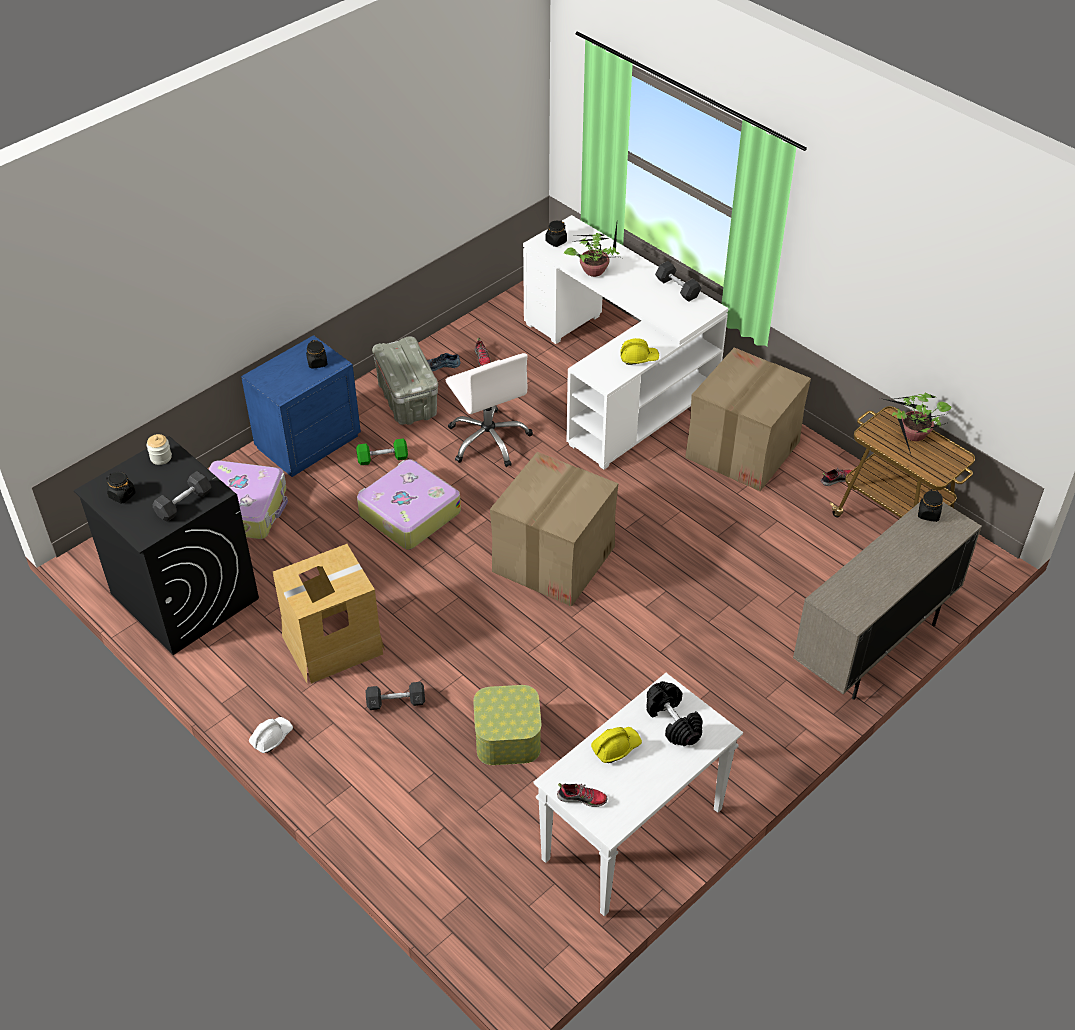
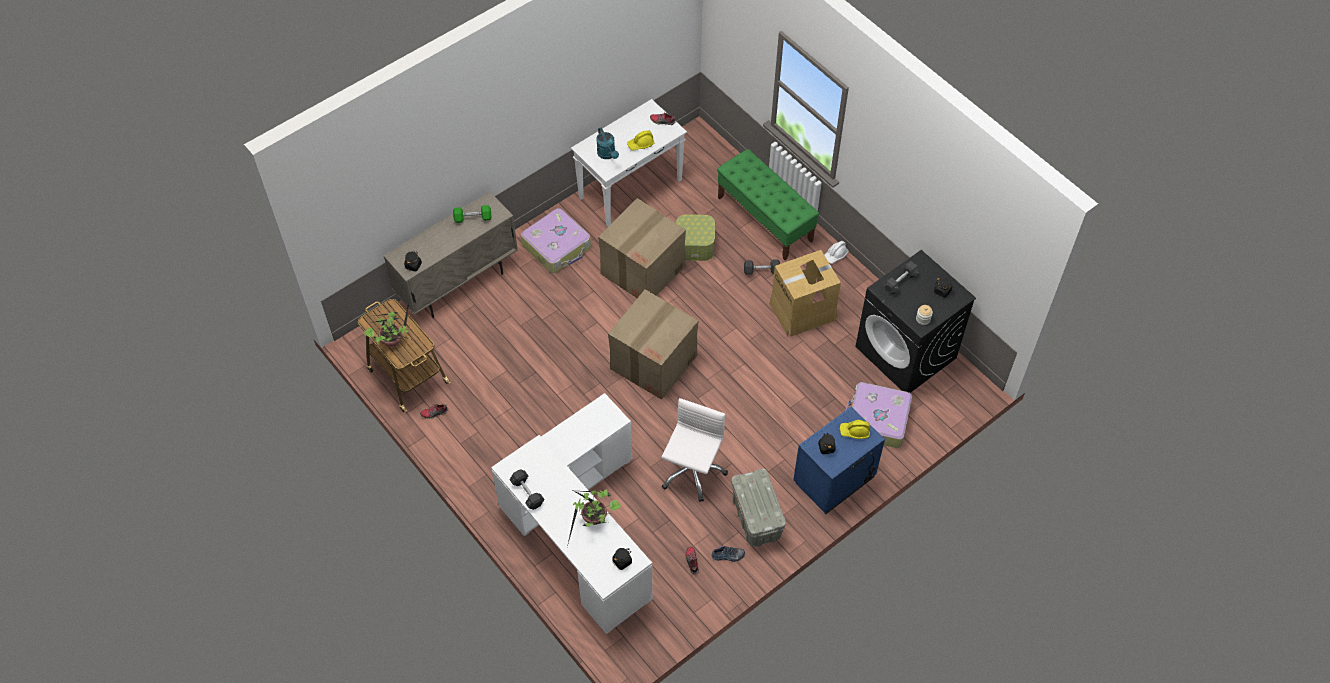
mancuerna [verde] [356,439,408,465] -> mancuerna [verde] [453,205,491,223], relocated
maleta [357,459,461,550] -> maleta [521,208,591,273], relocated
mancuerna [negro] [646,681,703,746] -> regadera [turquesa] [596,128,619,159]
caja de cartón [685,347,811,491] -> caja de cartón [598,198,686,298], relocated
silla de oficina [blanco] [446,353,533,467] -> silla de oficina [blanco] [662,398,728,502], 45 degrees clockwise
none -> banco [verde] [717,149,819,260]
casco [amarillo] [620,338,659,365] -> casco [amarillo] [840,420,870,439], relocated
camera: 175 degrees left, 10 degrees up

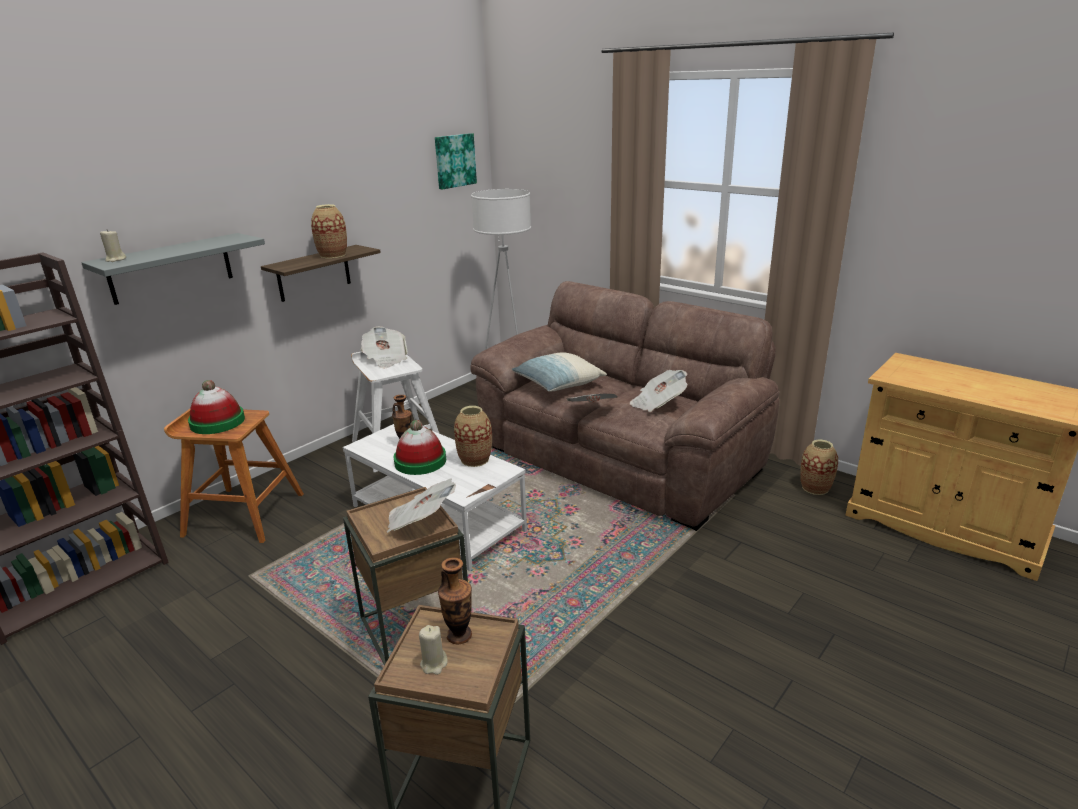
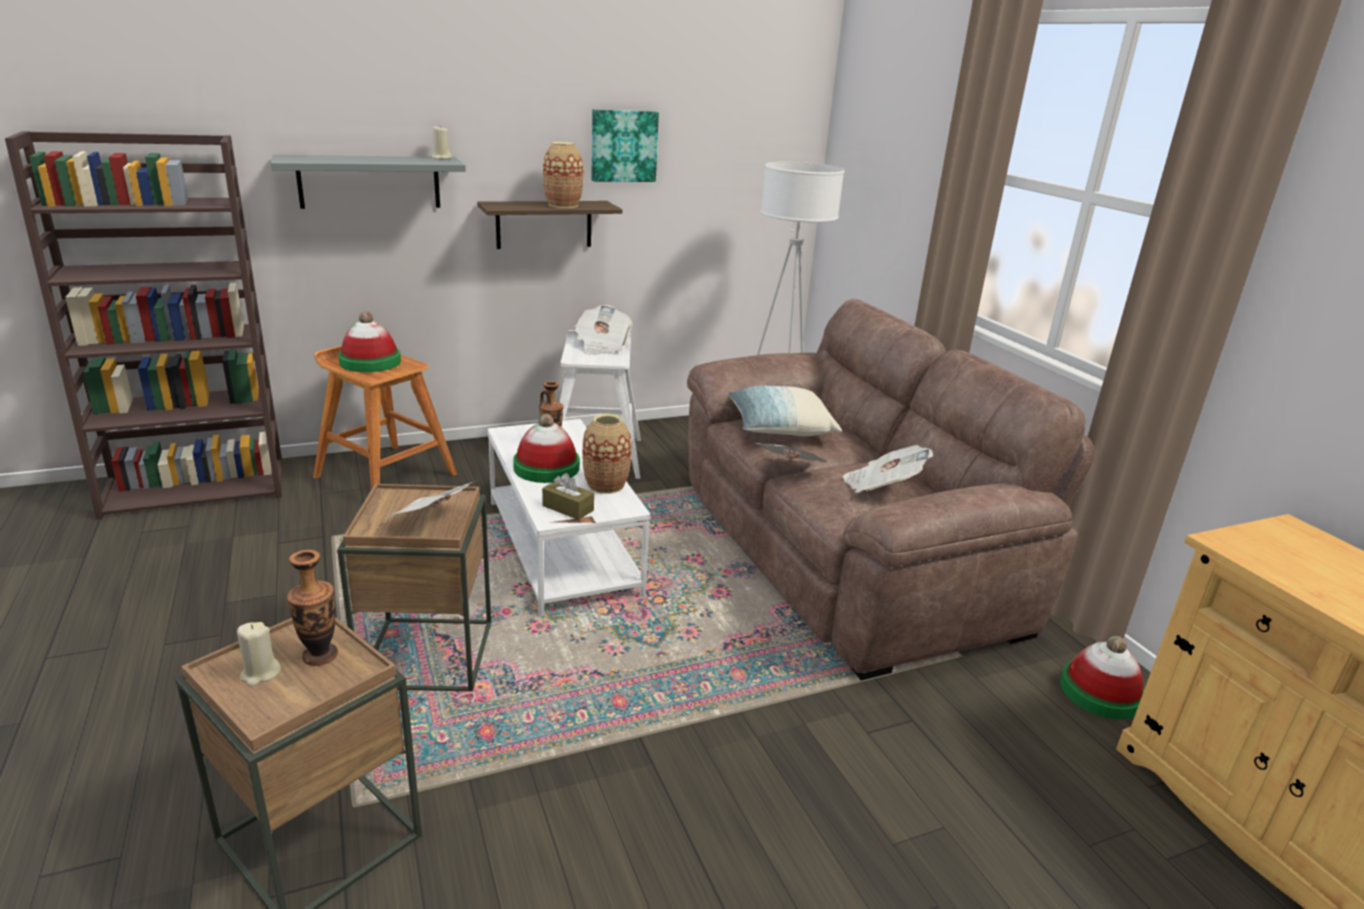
vela [beis] [100,229,126,262] -> vela [beis] [432,126,452,159], relocated
none -> caja de pañuelos [marrón] [542,473,594,520]
cuadro [435,133,477,189] -> cuadro [591,109,659,182], relocated
florero [800,440,838,495] -> sombrero [1060,636,1144,720]
camera: 25 degrees right, 0 degrees up

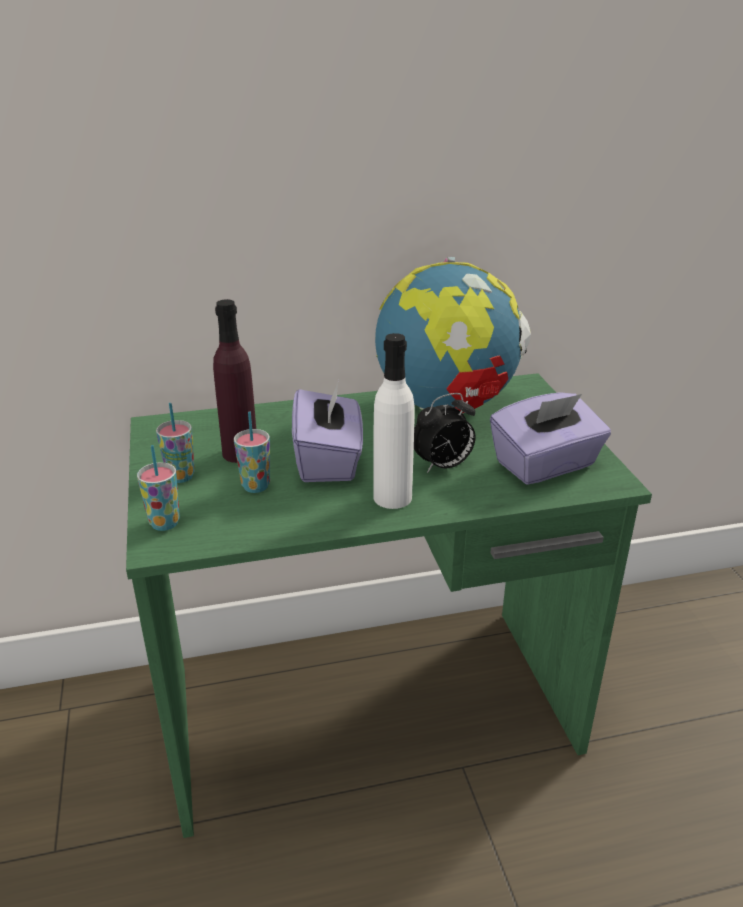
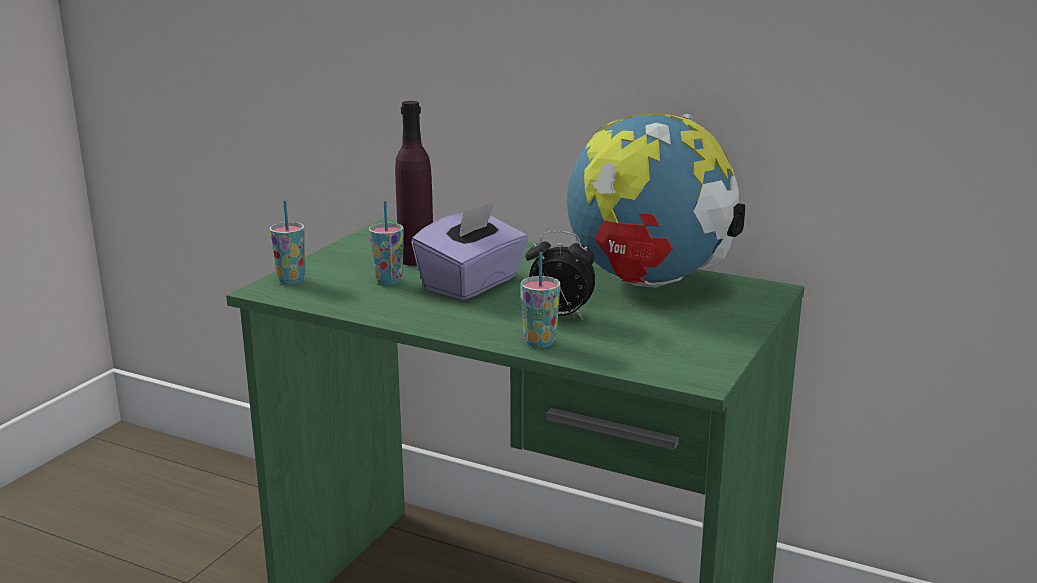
taza [156,403,195,483] -> taza [521,252,560,348], relocated
botella [blanco] [373,333,414,509] -> none
caja de pañuelos [morado] [490,392,611,485] -> none
camera: 40 degrees right, 10 degrees down

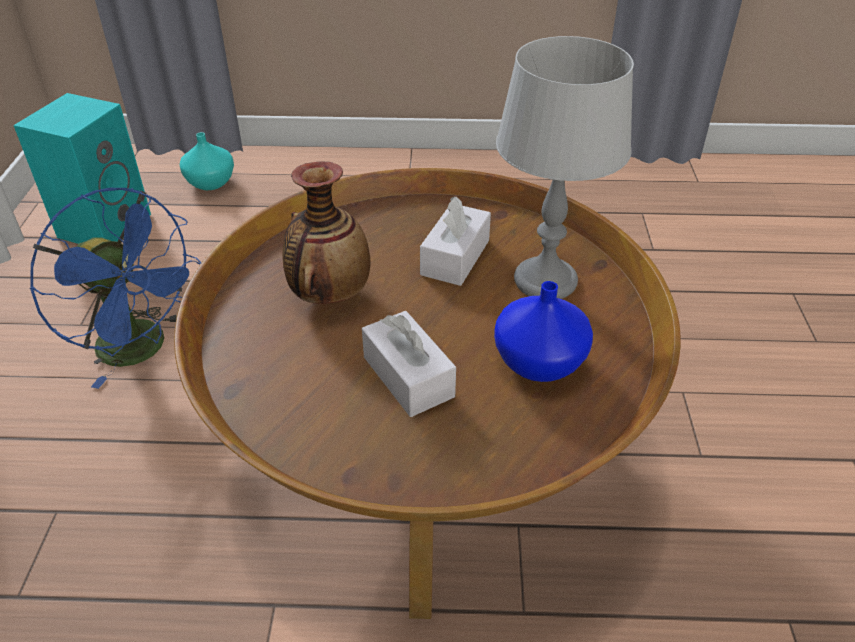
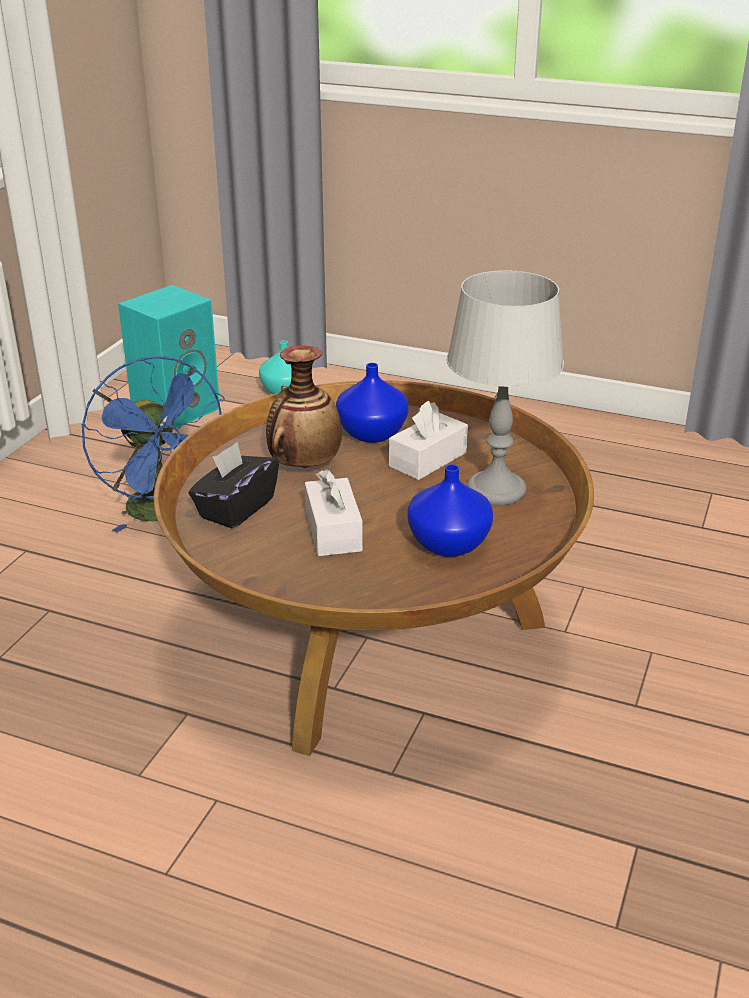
none -> caja de pañuelos [negro] [189,442,279,528]
none -> florero [azul] [336,363,409,443]
camera: 20 degrees right, 10 degrees down

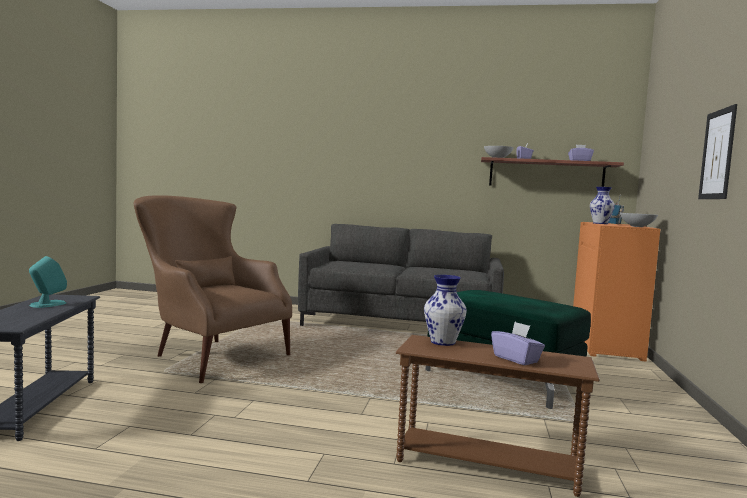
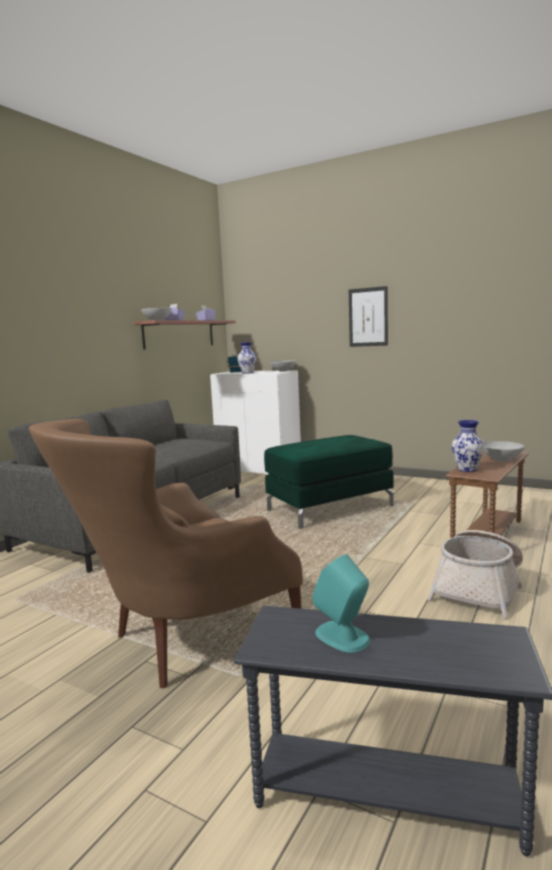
armario [naranja] [573,222,660,362] -> armario [blanco] [210,370,301,474]
none -> cesta [427,530,523,619]
caja de pañuelos [morado] [491,322,545,365] -> cuenco [gris] [484,441,525,462]
camera: 70 degrees left, 5 degrees up

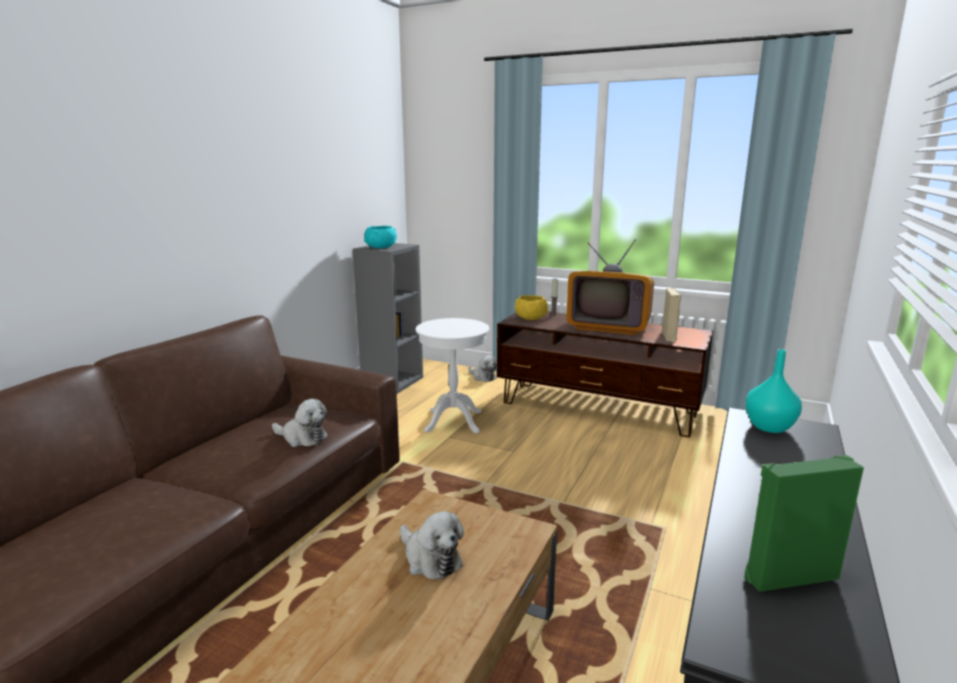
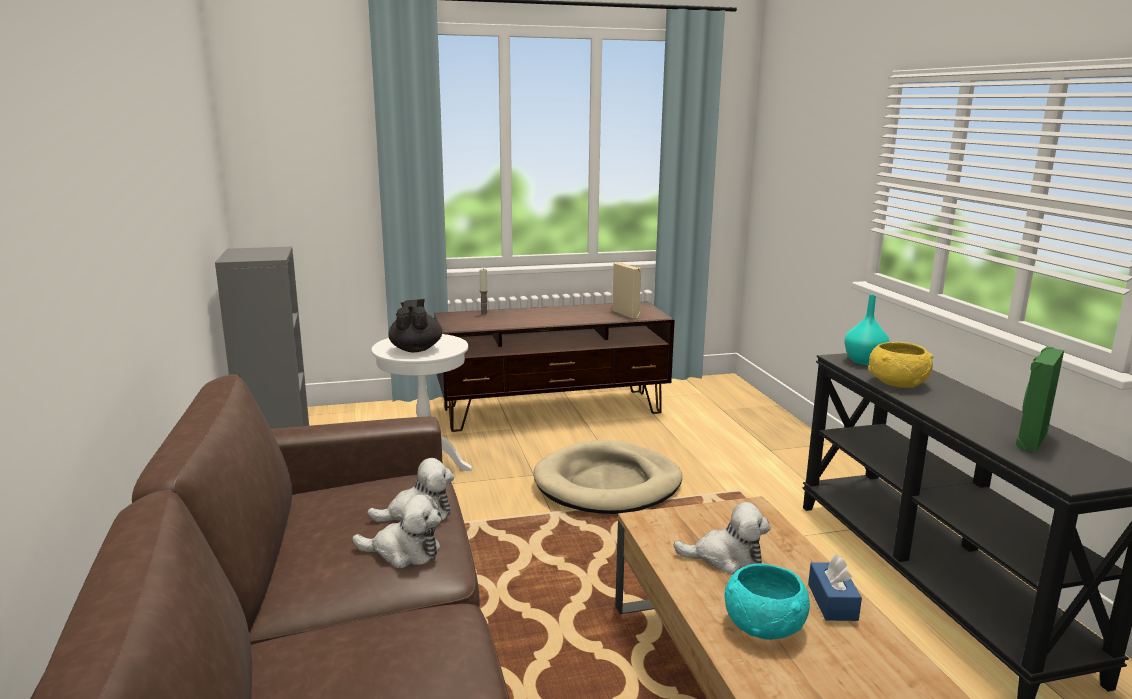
peluche [468,355,497,382] -> peluche [352,494,442,568], relocated
none -> tetera [negro] [388,299,442,352]
none -> cama para perro [beis] [533,440,683,514]
cuenco [turquesa] [364,226,397,248] -> cuenco [turquesa] [724,563,810,640], relocated
none -> caja de pañuelos [azul] [808,554,862,621]
cuenco [amarillo] [515,295,548,320] -> cuenco [amarillo] [868,342,933,388], relocated
televisor [566,239,654,335] -> none
camera: 40 degrees left, 0 degrees up

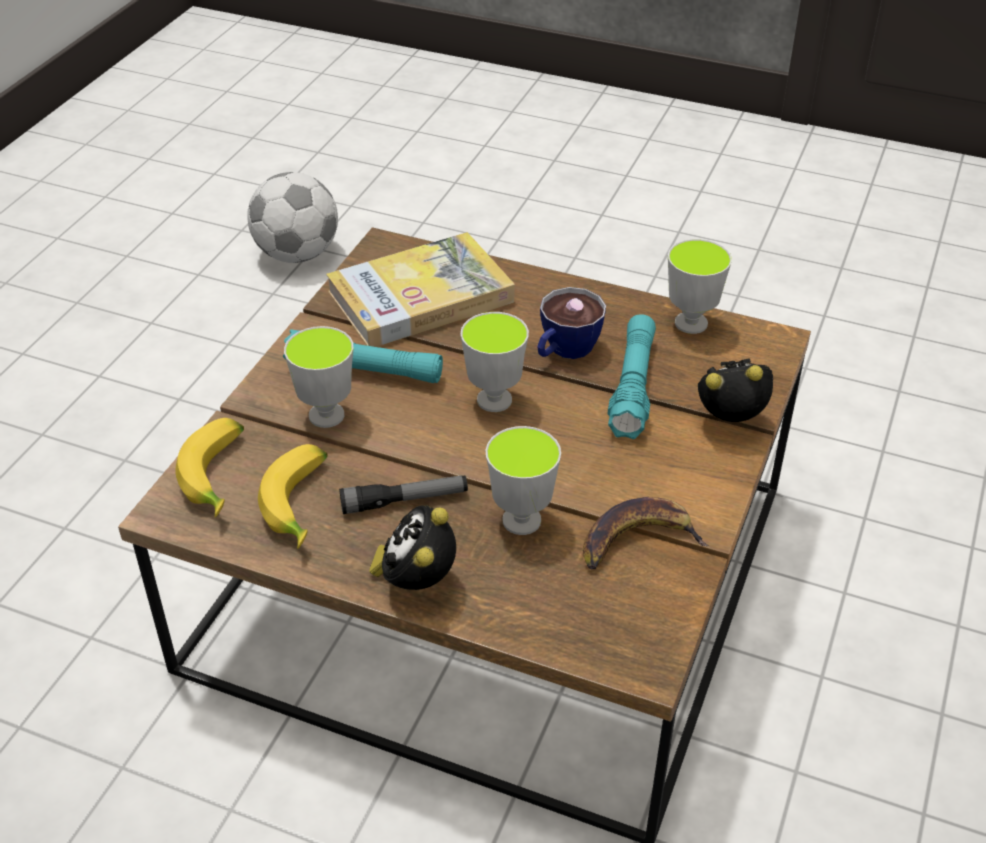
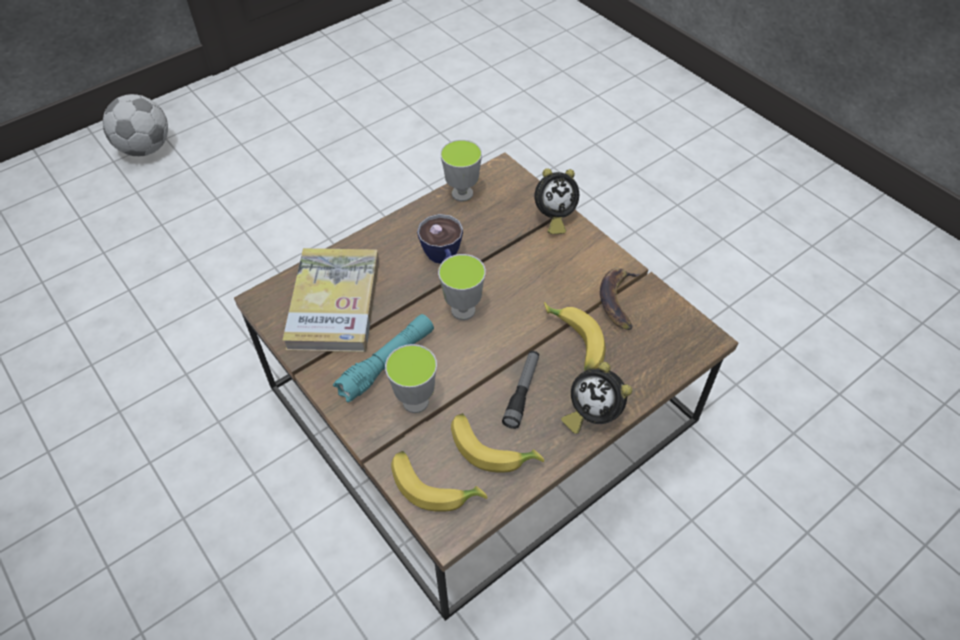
balón de fútbol [247,172,338,263] -> balón de fútbol [103,94,168,156], relocated
despertador [698,358,773,422] -> despertador [534,168,579,234], 135 degrees counterclockwise
taza [486,426,561,535] -> plátano [544,302,606,371]
linterna [turquesa] [608,314,656,439] -> none
camera: 60 degrees left, 10 degrees up

